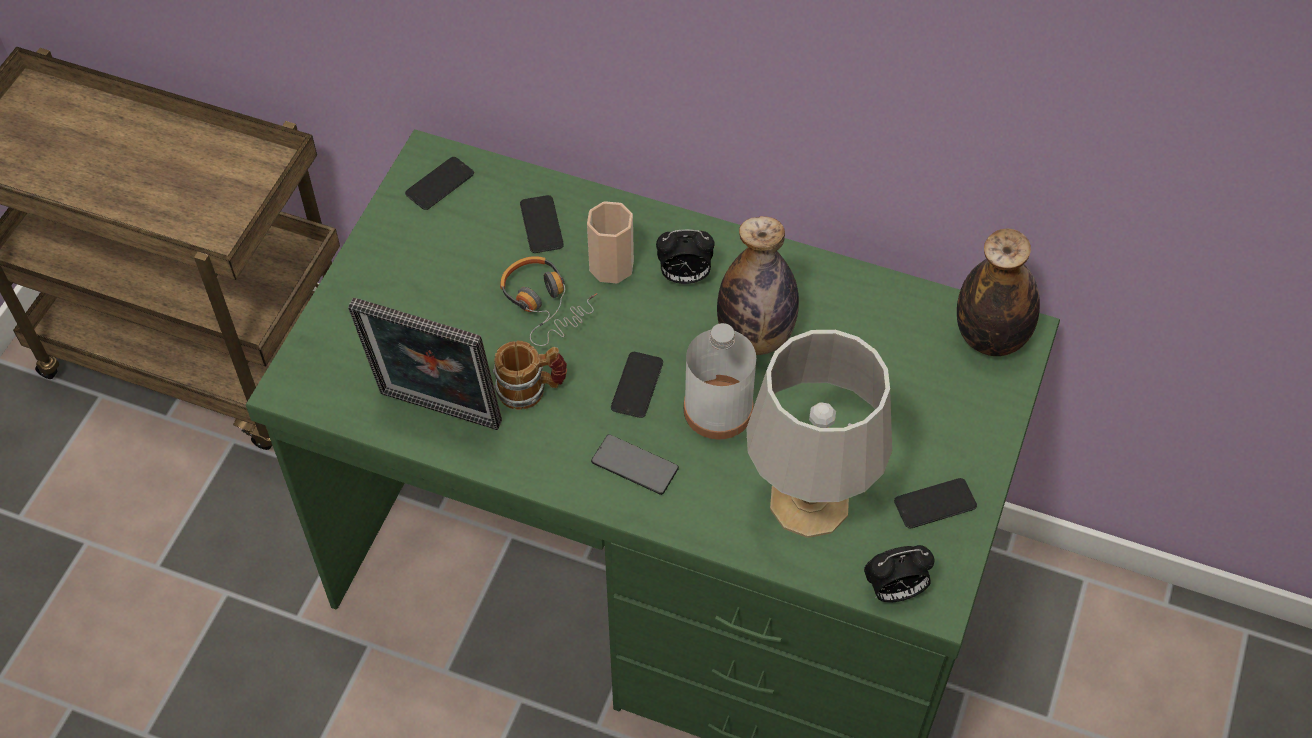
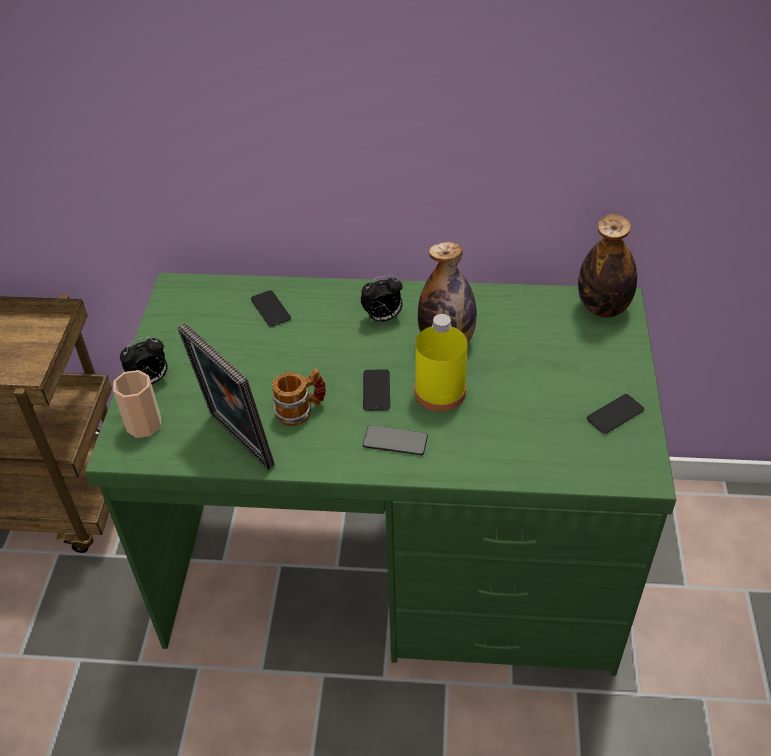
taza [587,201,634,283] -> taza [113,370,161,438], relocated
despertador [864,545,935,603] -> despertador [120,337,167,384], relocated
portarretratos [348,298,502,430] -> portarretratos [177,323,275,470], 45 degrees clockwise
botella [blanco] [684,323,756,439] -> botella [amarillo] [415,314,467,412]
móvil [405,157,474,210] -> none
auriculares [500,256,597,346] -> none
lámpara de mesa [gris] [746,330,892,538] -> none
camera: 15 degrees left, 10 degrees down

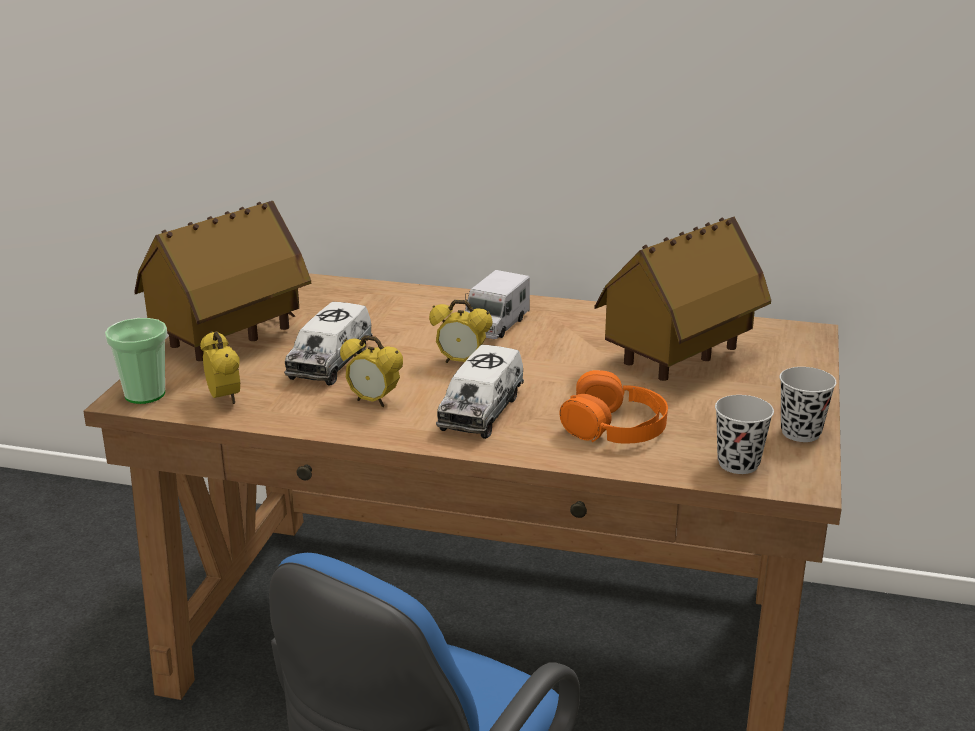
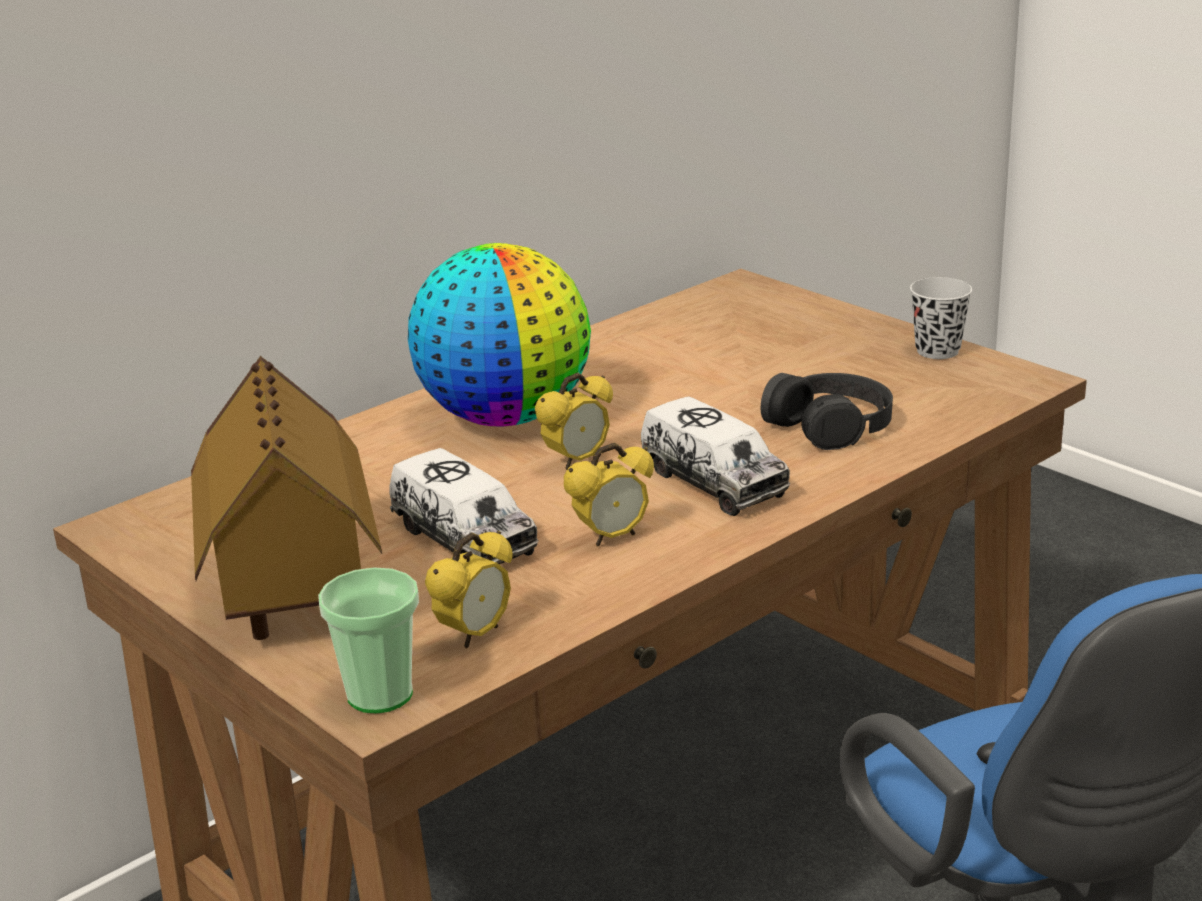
camión de juguete [465,270,530,339] -> globo terráqueo [408,243,591,426]
despertador [200,331,240,404] -> despertador [425,531,513,648], 120 degrees clockwise
auriculares [naranja] [560,370,668,444] -> auriculares [negro] [761,373,893,450]
casita [594,217,771,381] -> none
taza [negro] [715,395,774,474] -> none
camera: 55 degrees left, 0 degrees up

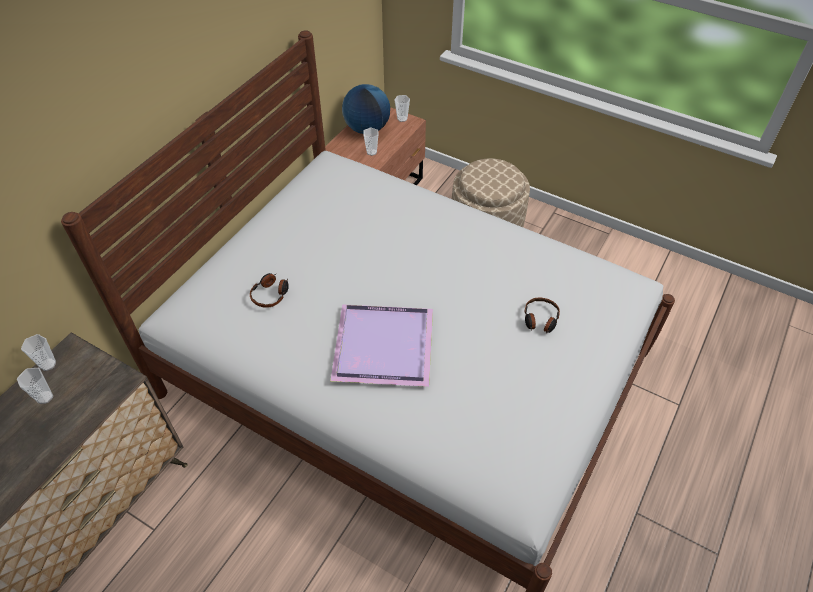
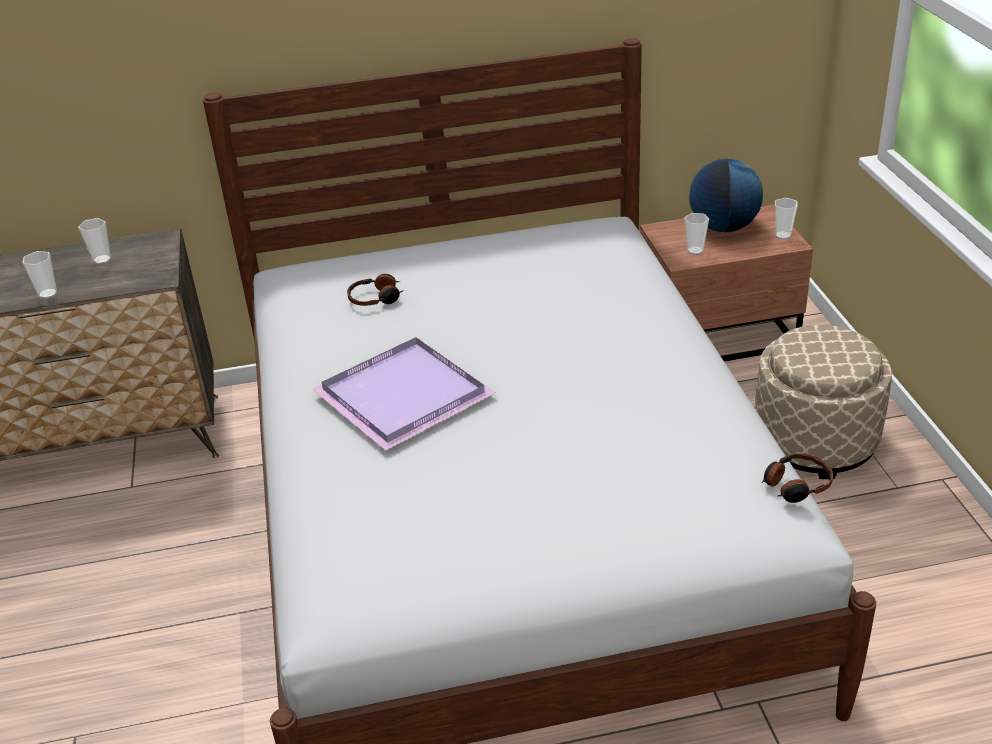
taza [21,334,56,371] -> taza [22,251,57,299], relocated
auriculares [524,298,560,334] -> auriculares [761,453,833,503], relocated
camera: 50 degrees right, 15 degrees down

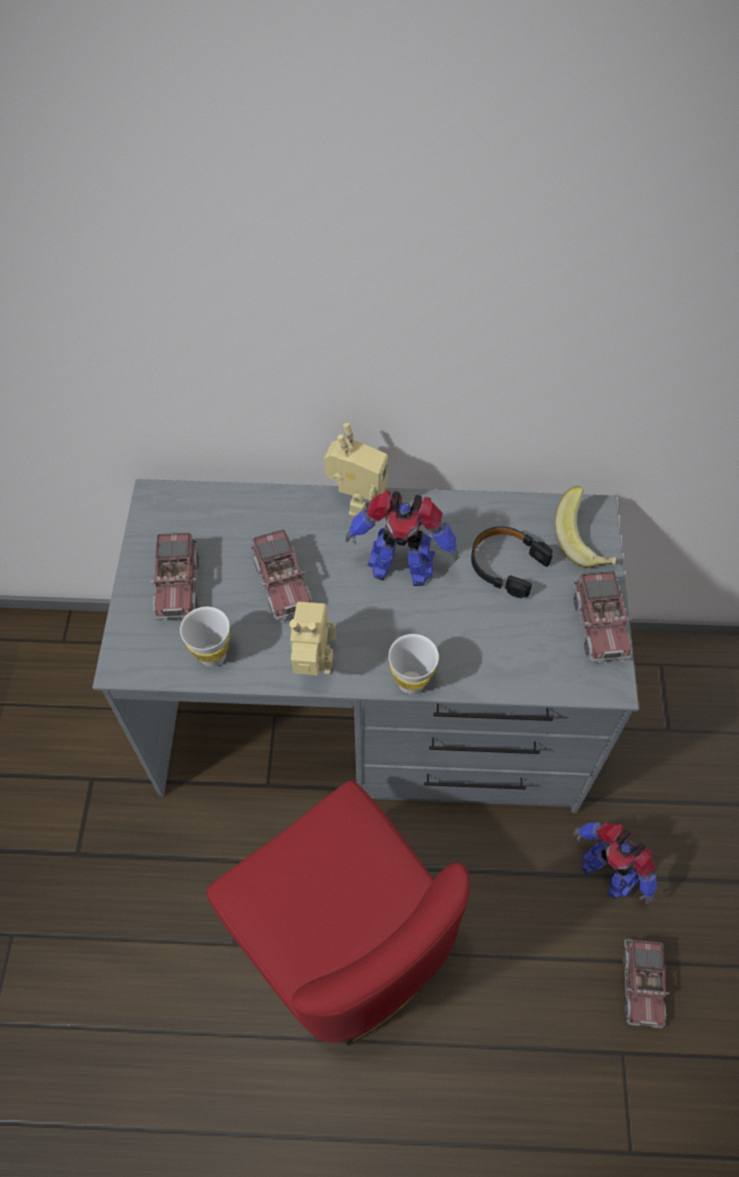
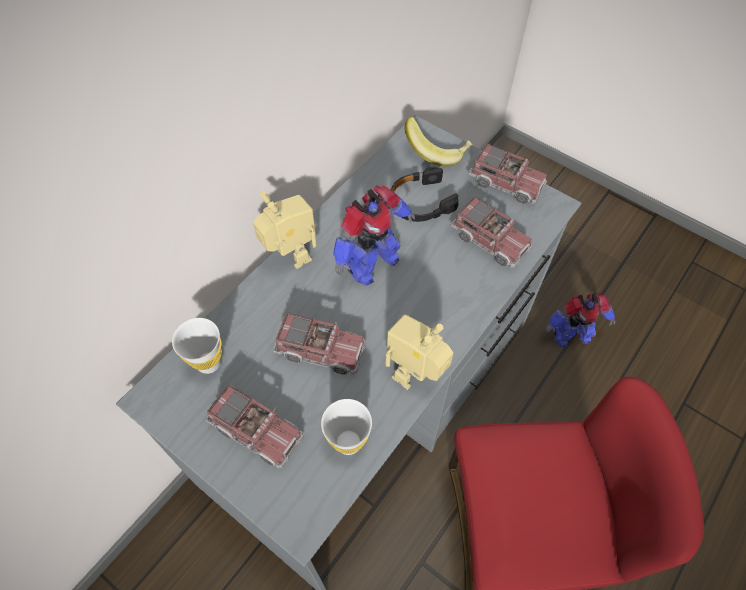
taza [blanco] [388,634,439,694] -> taza [blanco] [172,318,222,374], relocated
camión de juguete [623,939,670,1028] -> camión de juguete [451,196,532,268], relocated
camera: 55 degrees left, 0 degrees up

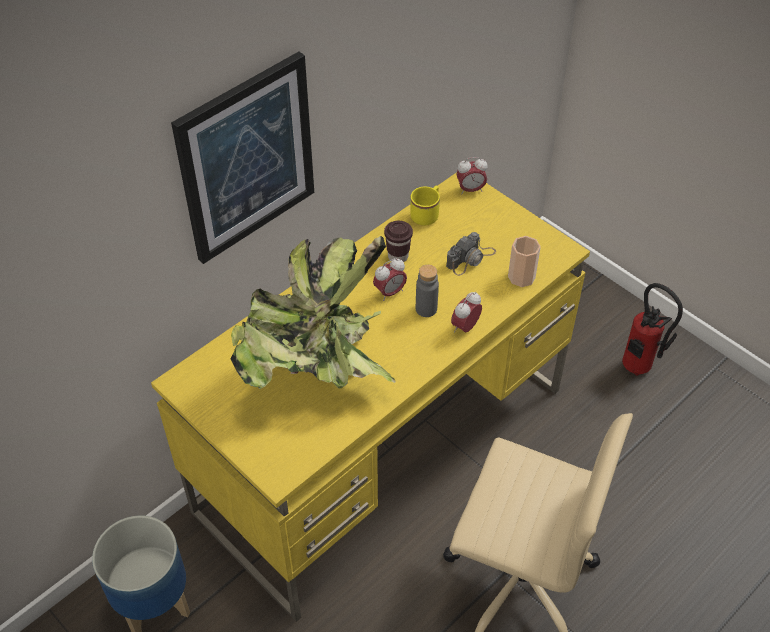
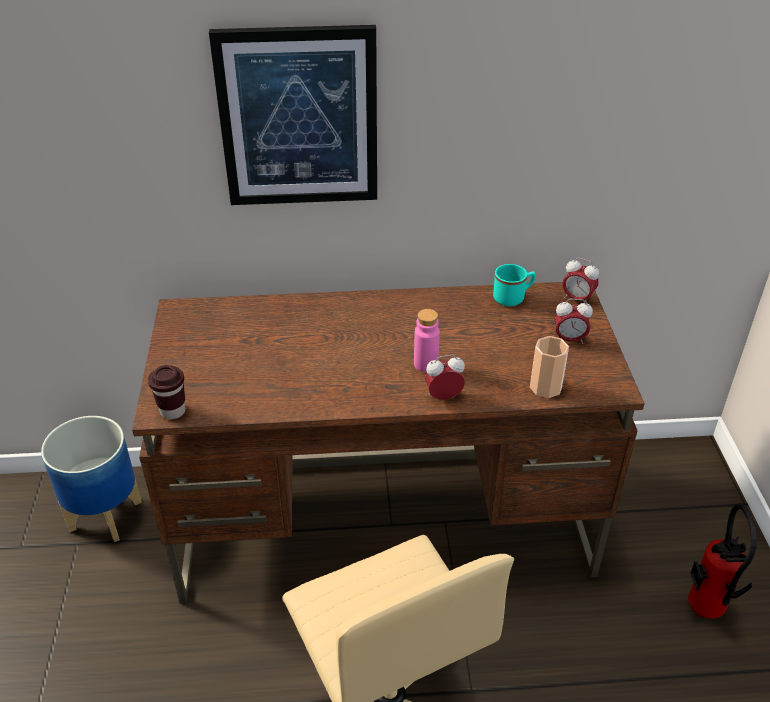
escritorio [amarillo] [151,172,590,622] -> escritorio [marrón] [132,282,645,603]
taza [marrón] [384,221,413,262] -> taza [marrón] [148,365,185,419], relocated
botella [gris] [416,265,439,317] -> botella [rosa] [414,309,440,372]
taza grande [amarillo] [410,185,440,226] -> taza grande [turquesa] [493,264,535,306]
despertador [373,258,407,301] -> despertador [555,299,593,344], relocated
planta en maceta [230,236,396,389] -> none
cámara [446,232,496,276] -> none
camera: 40 degrees right, 10 degrees down

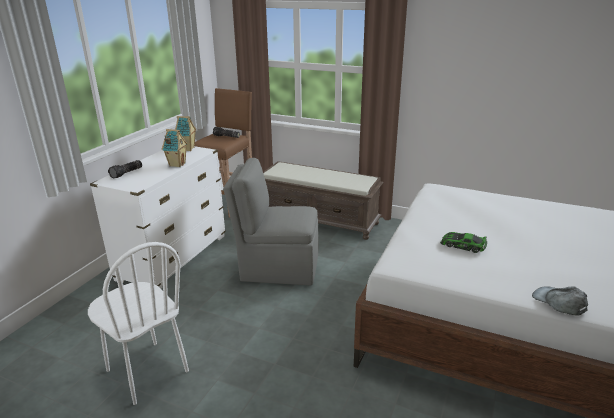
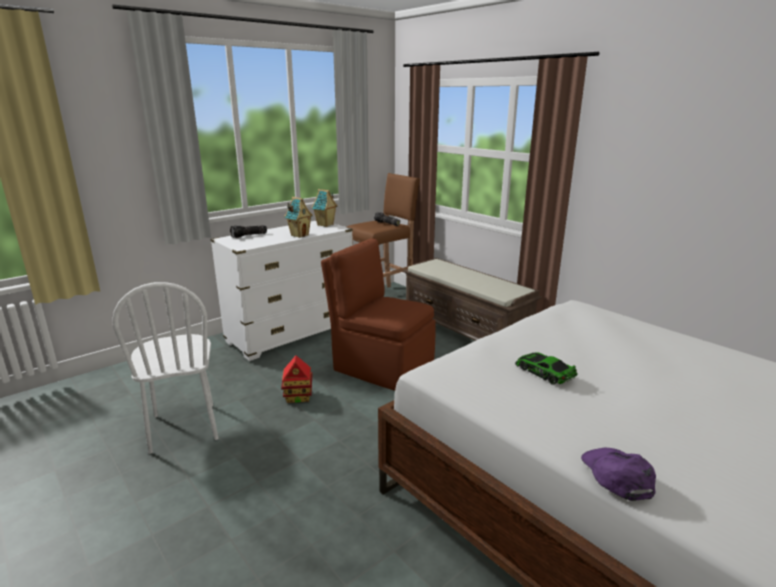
none -> casita [281,356,312,403]
silla [gris] [223,158,319,285] -> silla [marrón] [321,239,436,391]
gorra [gris] [532,286,588,316] -> gorra [morado] [581,448,656,501]
camera: 25 degrees right, 5 degrees down

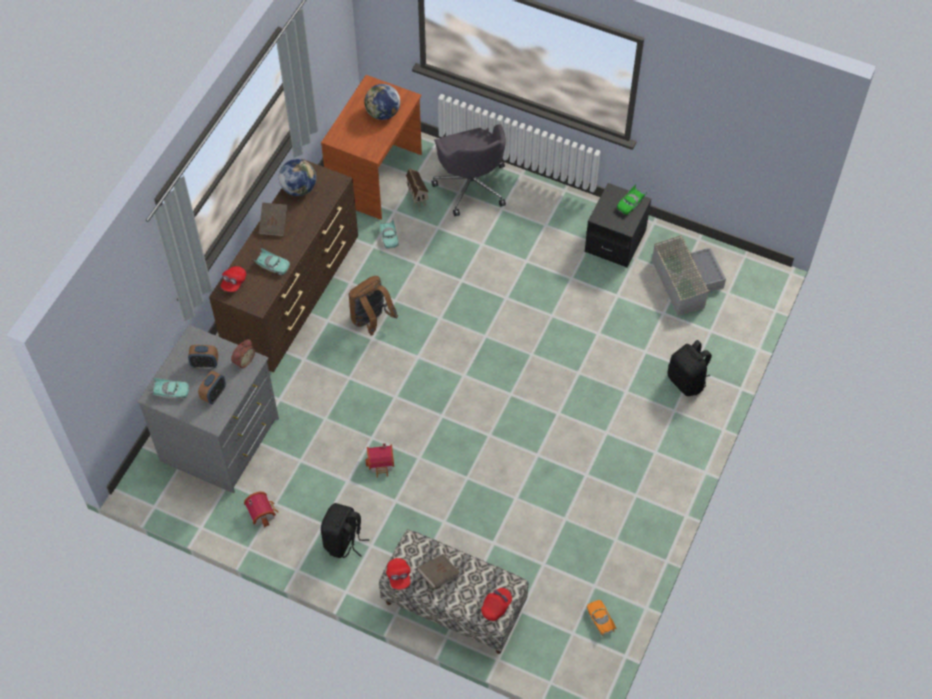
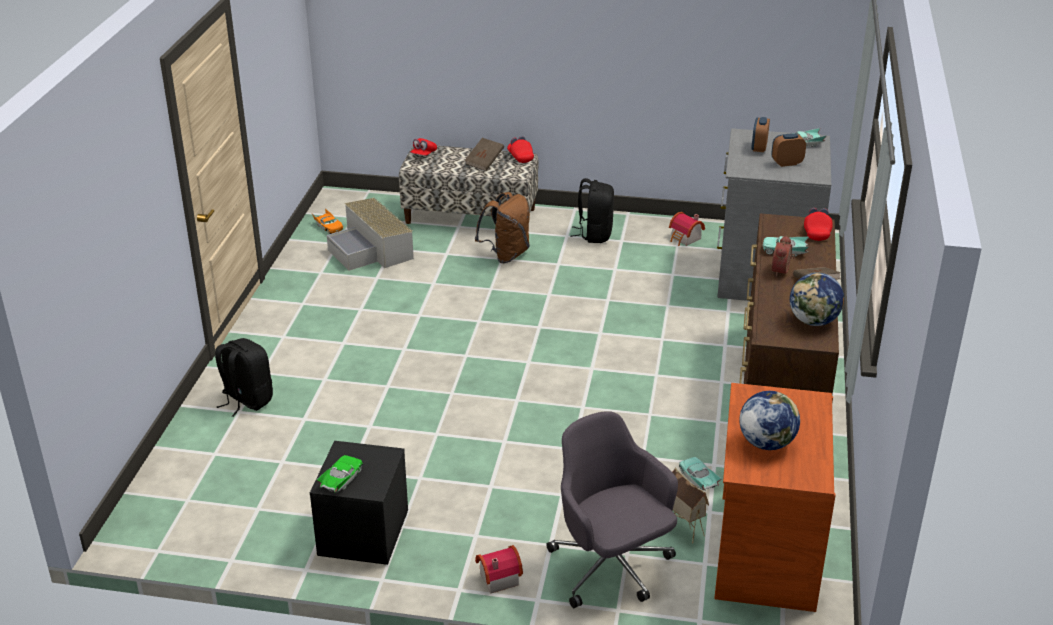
caja de almacenaje [gris] [652,235,726,316] -> caja de almacenaje [gris] [327,198,414,271], relocated
mochila [marrón] [349,276,398,335] -> mochila [marrón] [475,192,530,263], relocated
casita [365,443,394,478] -> casita [475,545,523,594], relocated
despertador [231,339,255,369] -> despertador [772,236,795,276], relocated
camera: 165 degrees right, 25 degrees down

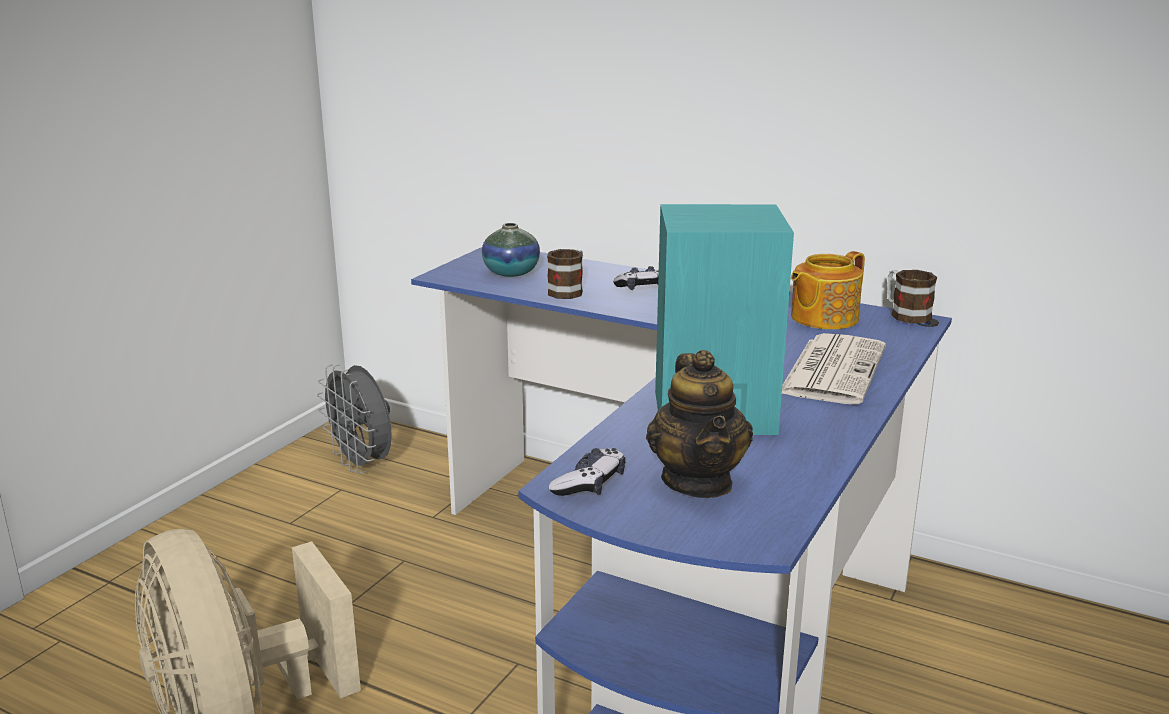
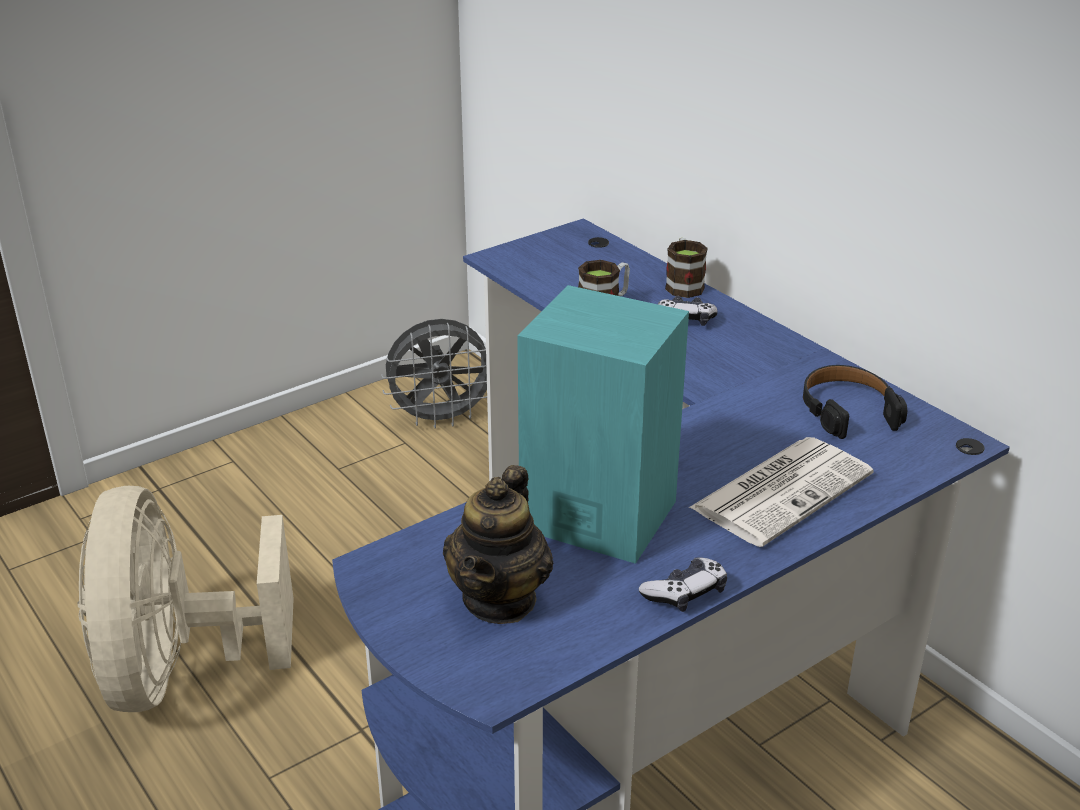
ventilador [gris] [317,364,392,473] -> ventilador [gris] [381,319,487,429], 90 degrees counterclockwise
mando de consola [549,448,625,496] -> mando de consola [639,558,727,612], relocated
taza grande [887,270,937,324] -> taza grande [665,238,708,298], relocated
tetera [791,251,865,329] -> auriculares [negro] [803,365,907,439]
florero [482,223,540,277] -> none
camera: 25 degrees right, 10 degrees up

